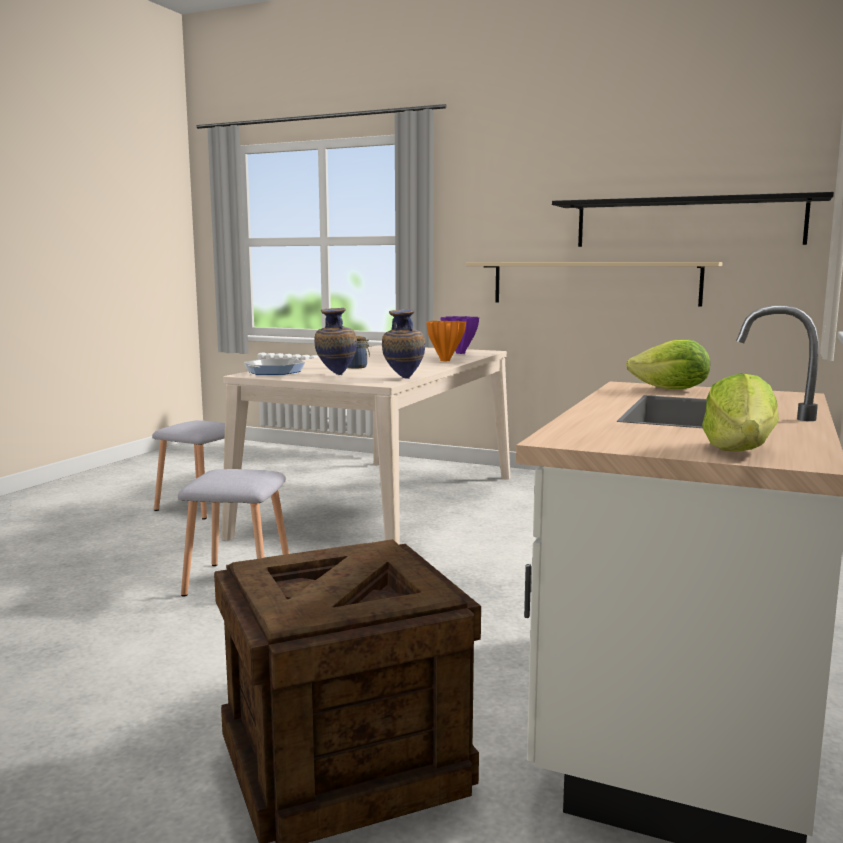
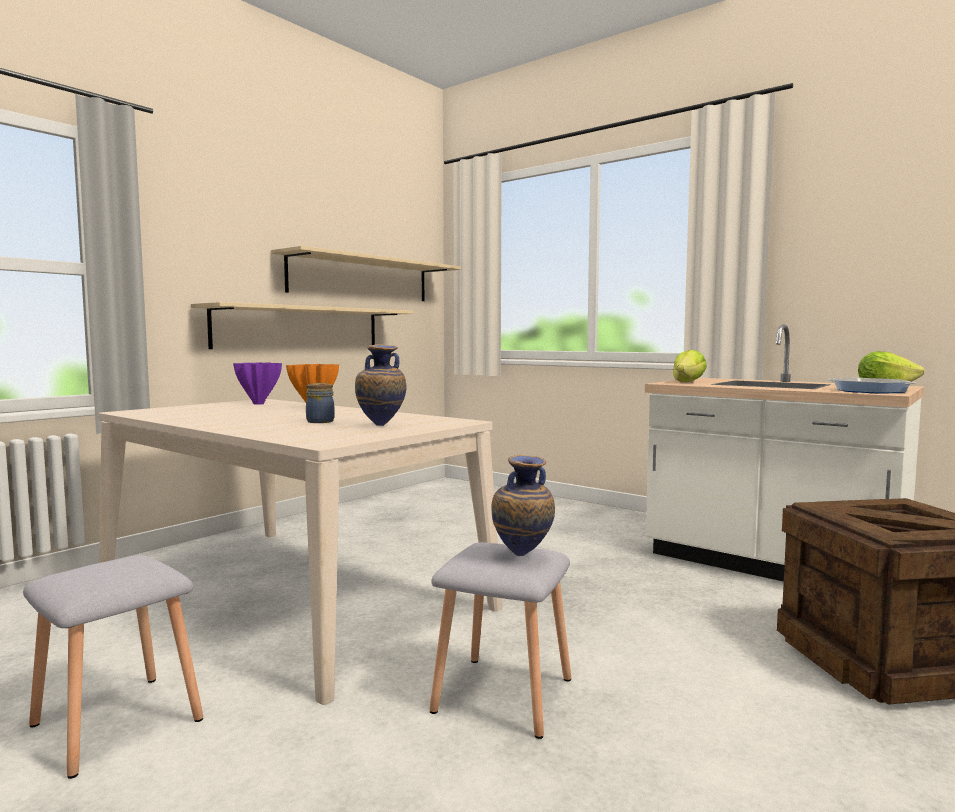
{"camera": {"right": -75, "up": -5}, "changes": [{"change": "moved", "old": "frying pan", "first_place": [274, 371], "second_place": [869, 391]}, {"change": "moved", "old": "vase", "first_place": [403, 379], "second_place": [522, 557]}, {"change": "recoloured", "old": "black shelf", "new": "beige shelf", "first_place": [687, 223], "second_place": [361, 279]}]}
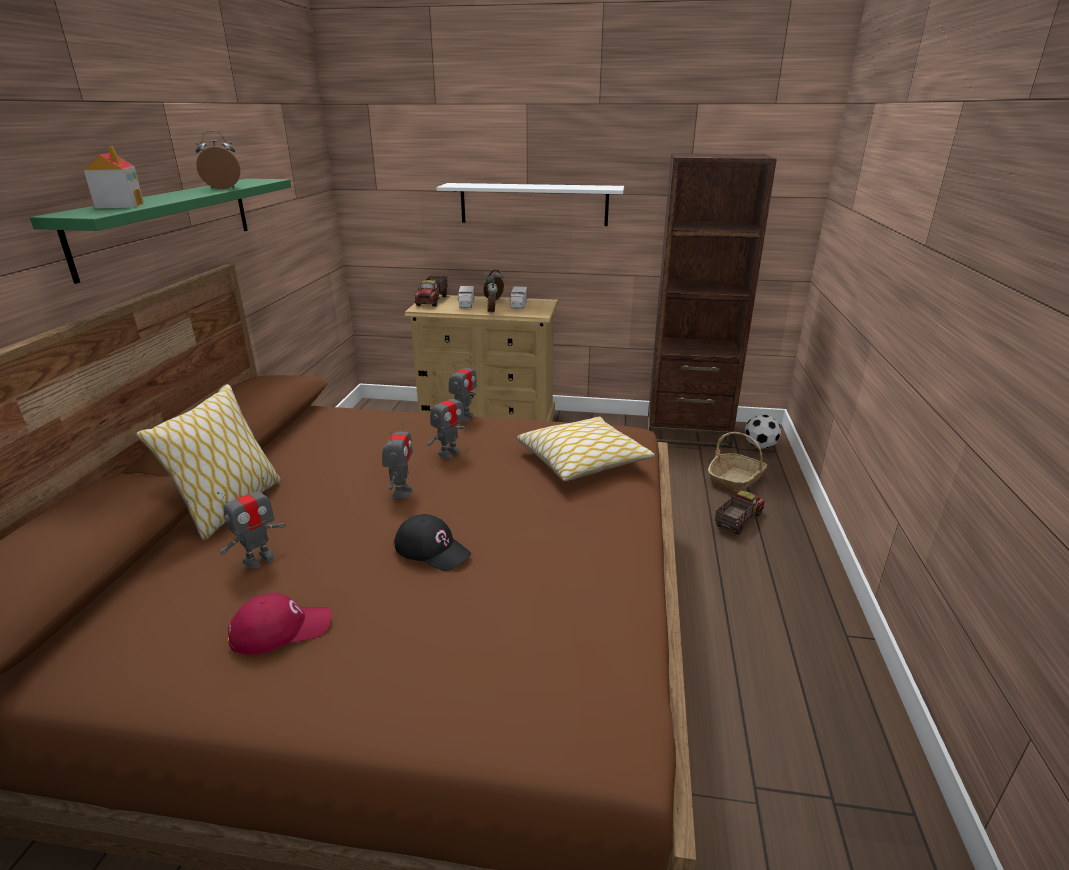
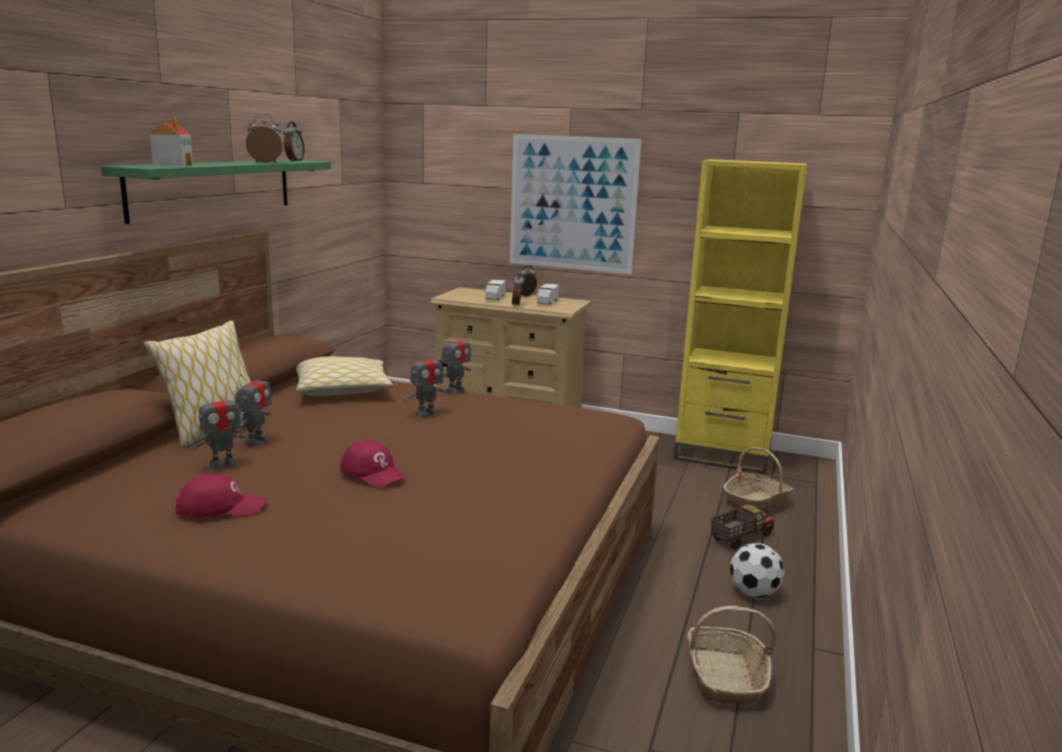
{"camera": {"right": 10, "up": -10}, "changes": [{"change": "removed", "old": "toy truck", "first_place": [433, 301]}, {"change": "added", "new": "alarm clock", "second_place": [294, 161]}, {"change": "added", "new": "basket", "second_place": [725, 677]}, {"change": "moved", "old": "toy robot", "first_place": [401, 492], "second_place": [256, 441]}, {"change": "moved", "old": "pillow", "first_place": [583, 461], "second_place": [343, 390]}, {"change": "moved", "old": "football", "first_place": [760, 446], "second_place": [754, 592]}, {"change": "replaced", "old": "white shelf", "new": "picture", "first_place": [533, 204], "second_place": [572, 203]}, {"change": "recoloured", "old": "black cap", "new": "red cap", "first_place": [432, 549], "second_place": [373, 473]}, {"change": "recoloured", "old": "brown bookcase", "new": "yellow bookcase", "first_place": [687, 432], "second_place": [722, 455]}]}
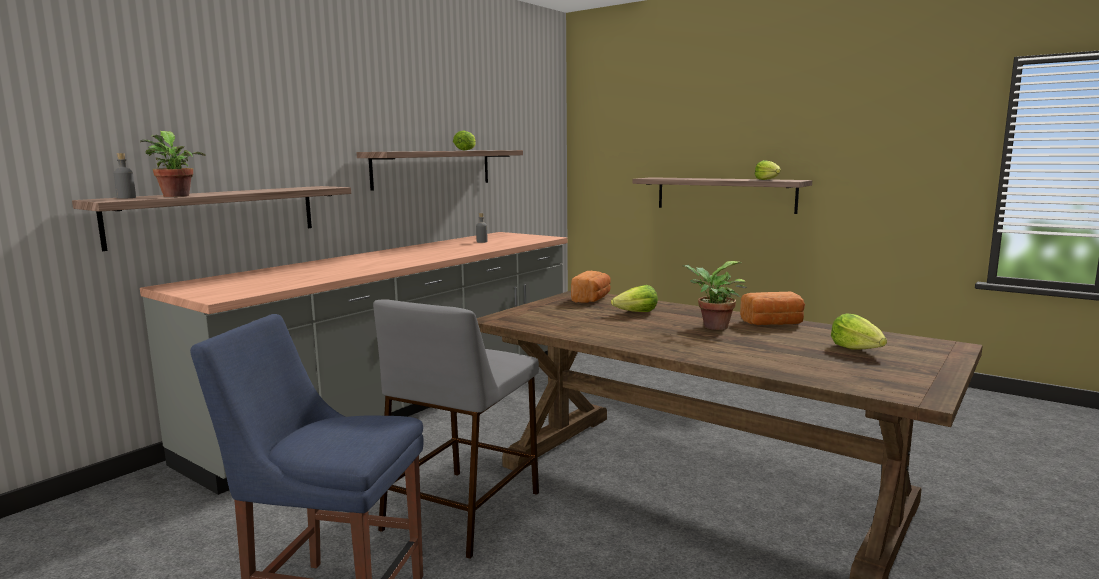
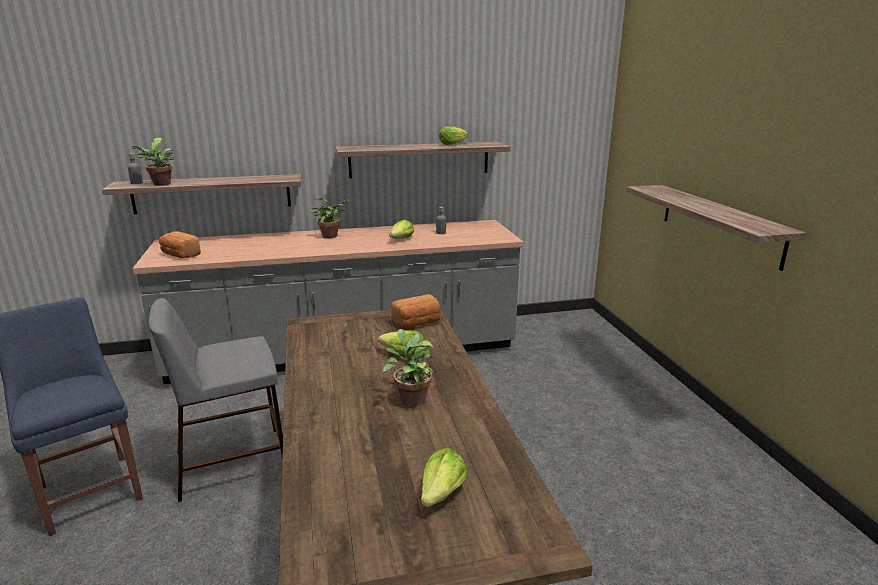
{"camera": {"right": 40, "up": 10}, "changes": [{"change": "added", "new": "potted plant", "second_place": [331, 236]}, {"change": "moved", "old": "bread", "first_place": [773, 324], "second_place": [180, 255]}, {"change": "moved", "old": "lettuce", "first_place": [768, 180], "second_place": [401, 239]}]}
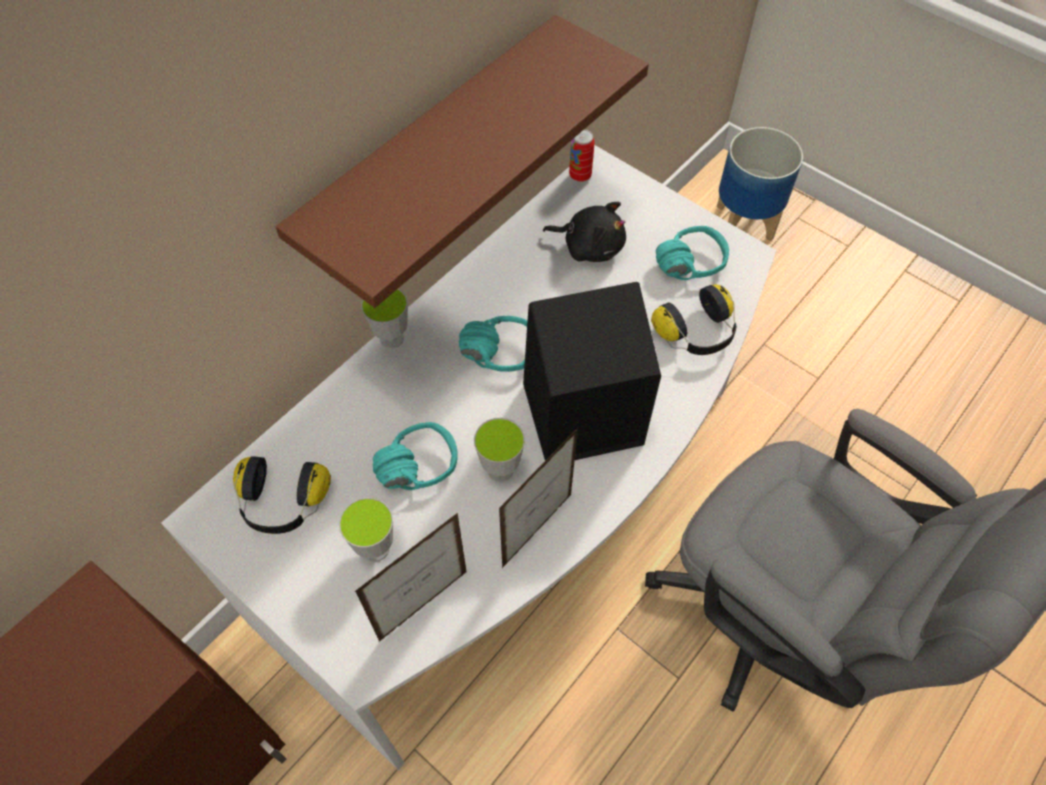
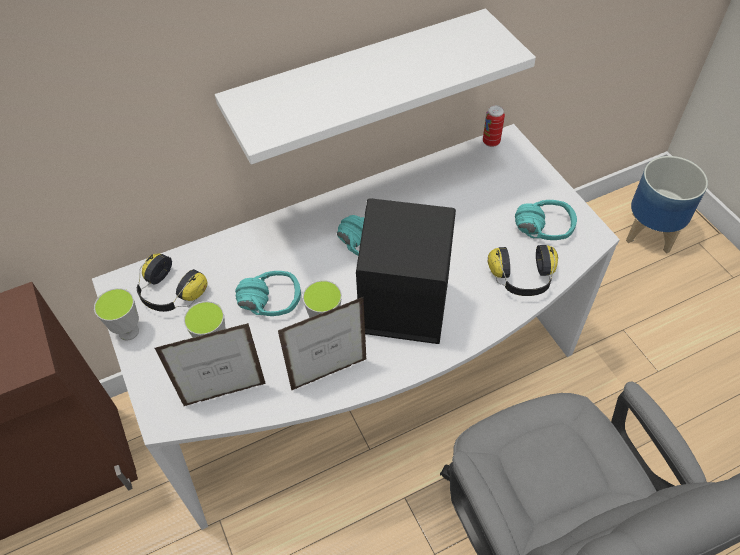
{"camera": {"right": 25, "up": -5}, "changes": [{"change": "removed", "old": "black plush toy", "first_place": [589, 246]}, {"change": "moved", "old": "cup", "first_place": [391, 339], "second_place": [128, 331]}, {"change": "recoloured", "old": "brown shelf", "new": "white shelf", "first_place": [432, 151], "second_place": [358, 81]}]}
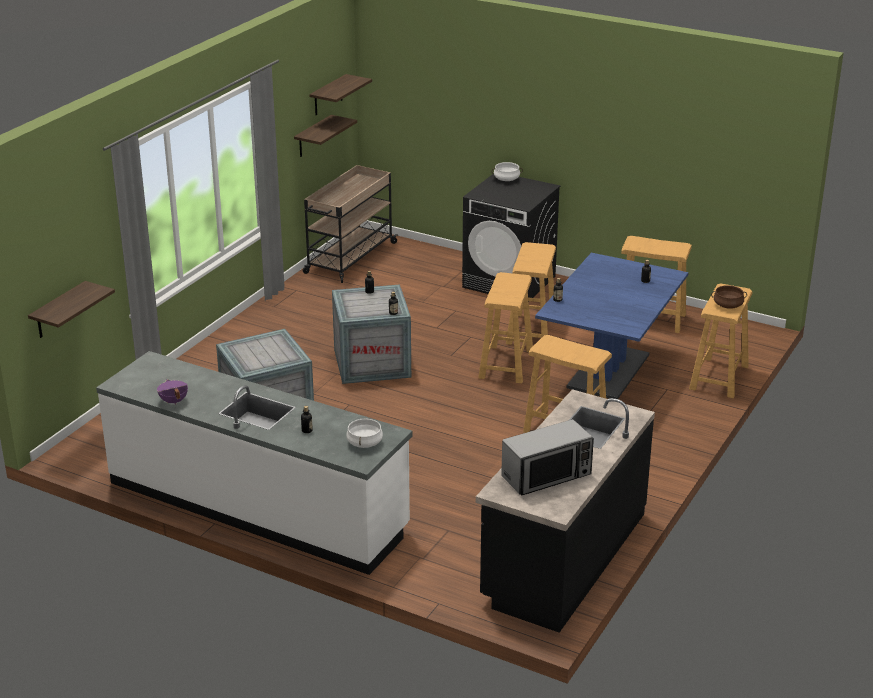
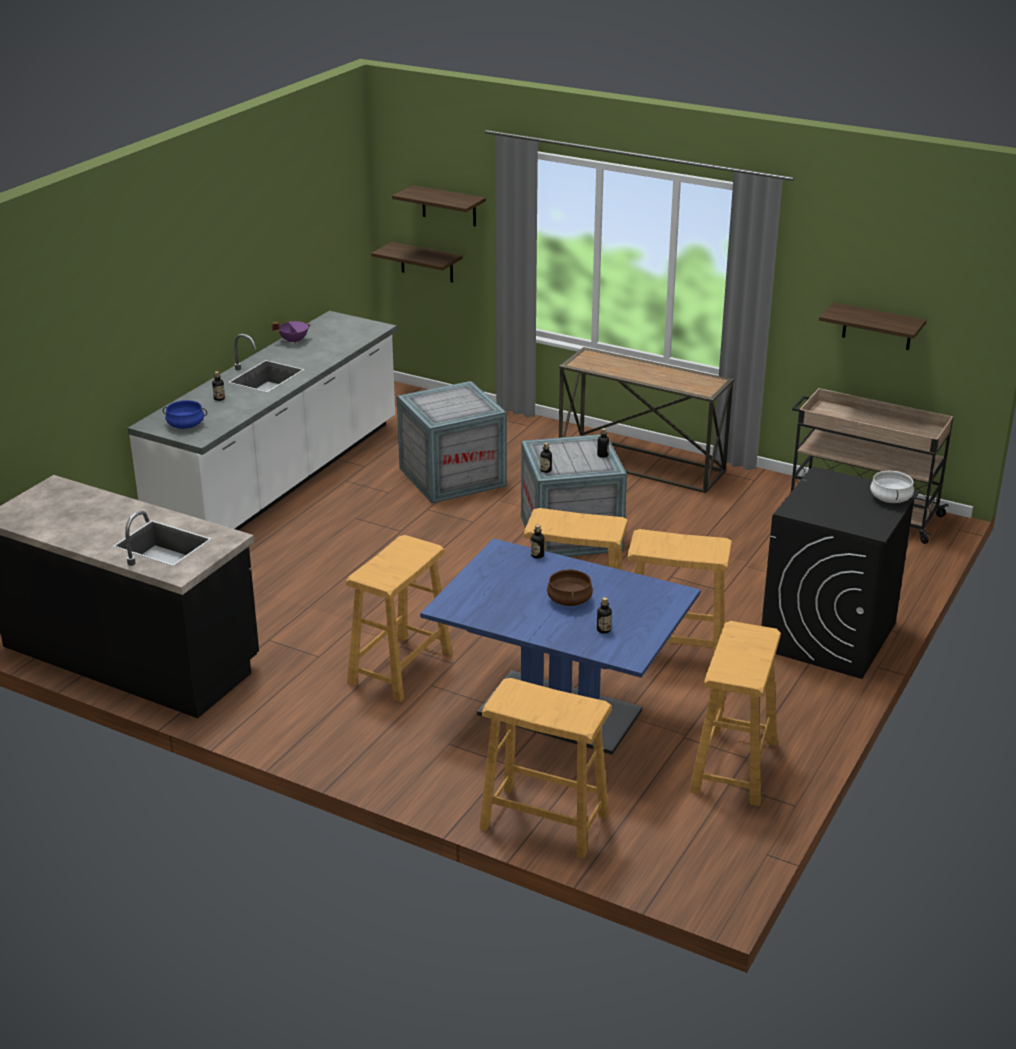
{"camera": {"right": 90, "up": 0}, "changes": [{"change": "removed", "old": "microwave", "first_place": [547, 476]}, {"change": "added", "new": "console table", "second_place": [642, 463]}, {"change": "moved", "old": "shelf", "first_place": [328, 95], "second_place": [449, 206]}, {"change": "moved", "old": "brown cooking pot", "first_place": [728, 305], "second_place": [570, 600]}, {"change": "recoloured", "old": "white cooking pot", "new": "blue cooking pot", "first_place": [364, 443], "second_place": [186, 425]}]}
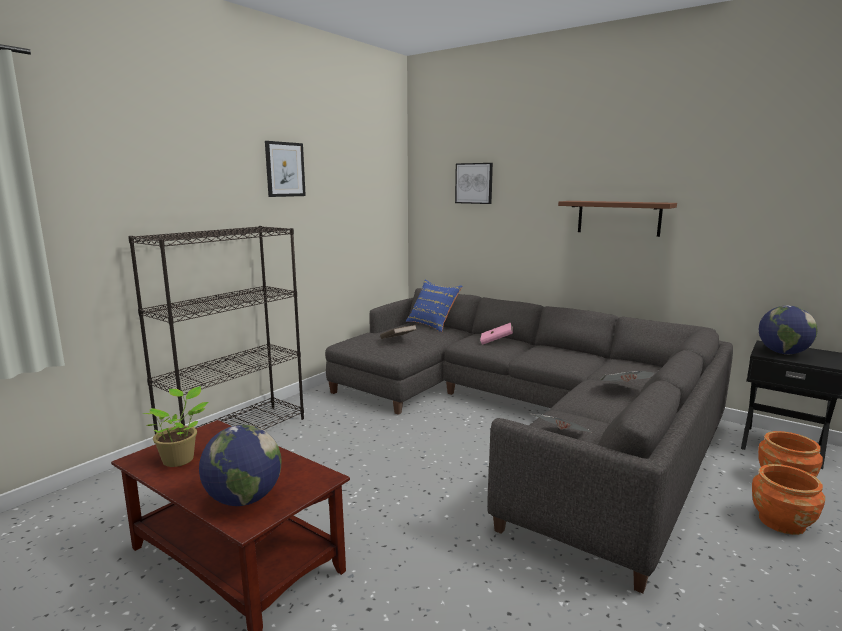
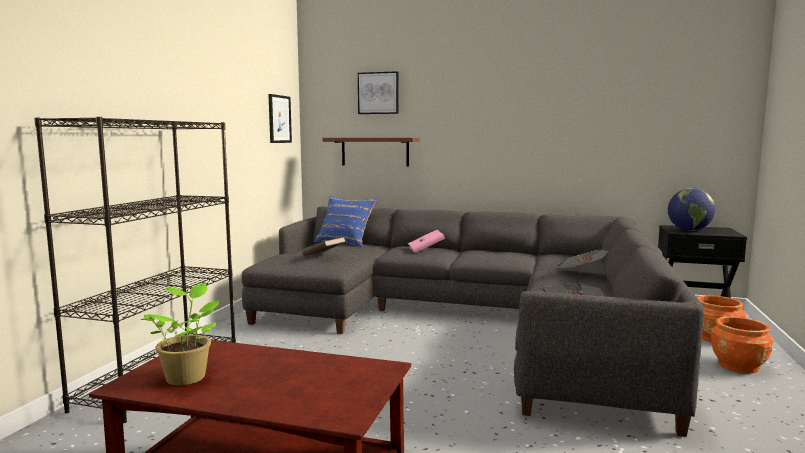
{"camera": {"right": -20, "up": -5}, "changes": [{"change": "removed", "old": "globe", "first_place": [244, 499]}, {"change": "moved", "old": "picture", "first_place": [285, 169], "second_place": [279, 119]}, {"change": "moved", "old": "brown shelf", "first_place": [618, 218], "second_place": [375, 151]}]}
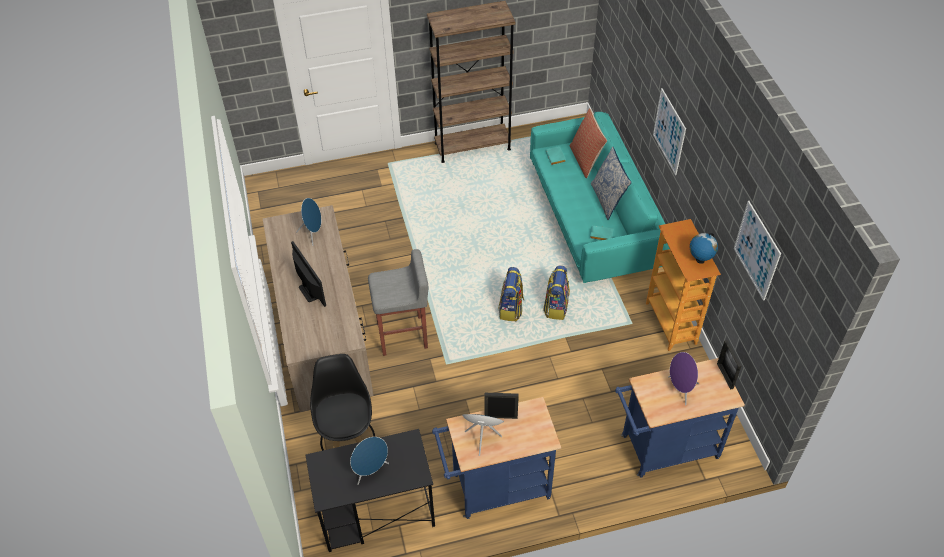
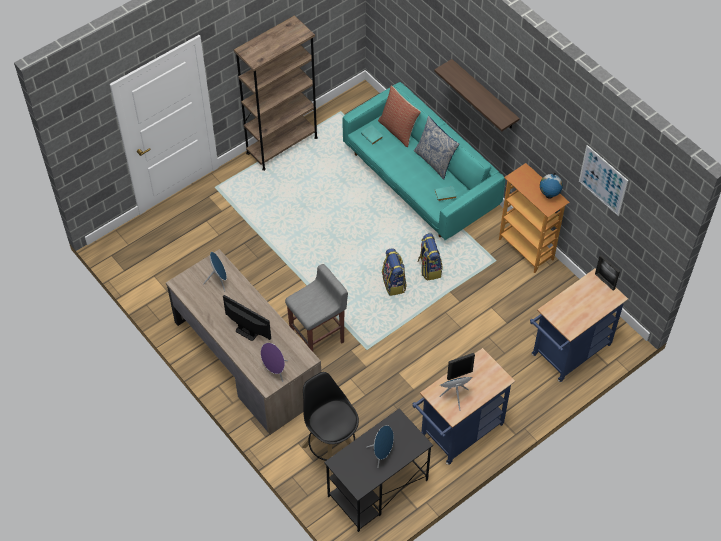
{"camera": {"right": -25, "up": 5}, "changes": [{"change": "moved", "old": "purple speaker", "first_place": [680, 390], "second_place": [275, 370]}, {"change": "replaced", "old": "picture", "new": "shelf", "first_place": [669, 131], "second_place": [484, 95]}]}
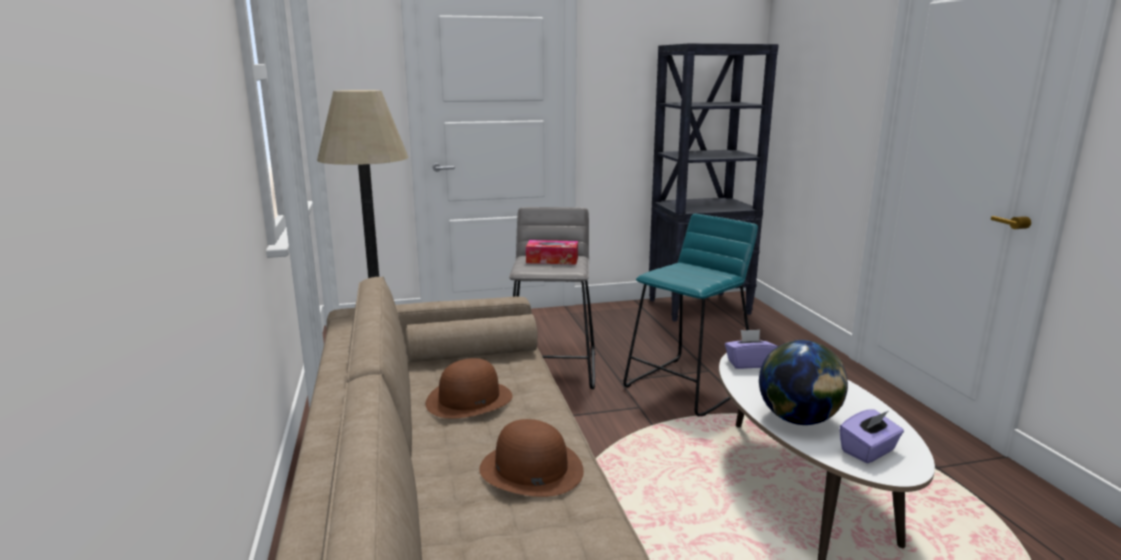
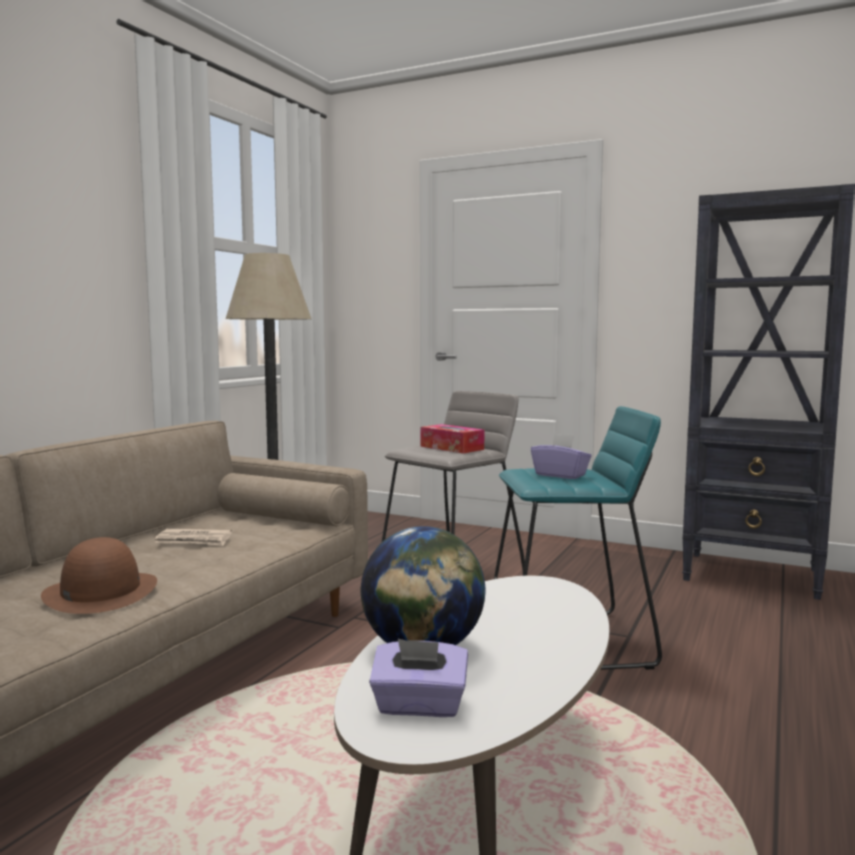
{"camera": {"right": 40, "up": -10}, "changes": [{"change": "moved", "old": "purple tissue box", "first_place": [748, 363], "second_place": [560, 475]}, {"change": "replaced", "old": "brown hat", "new": "newspaper", "first_place": [469, 399], "second_place": [194, 540]}]}
